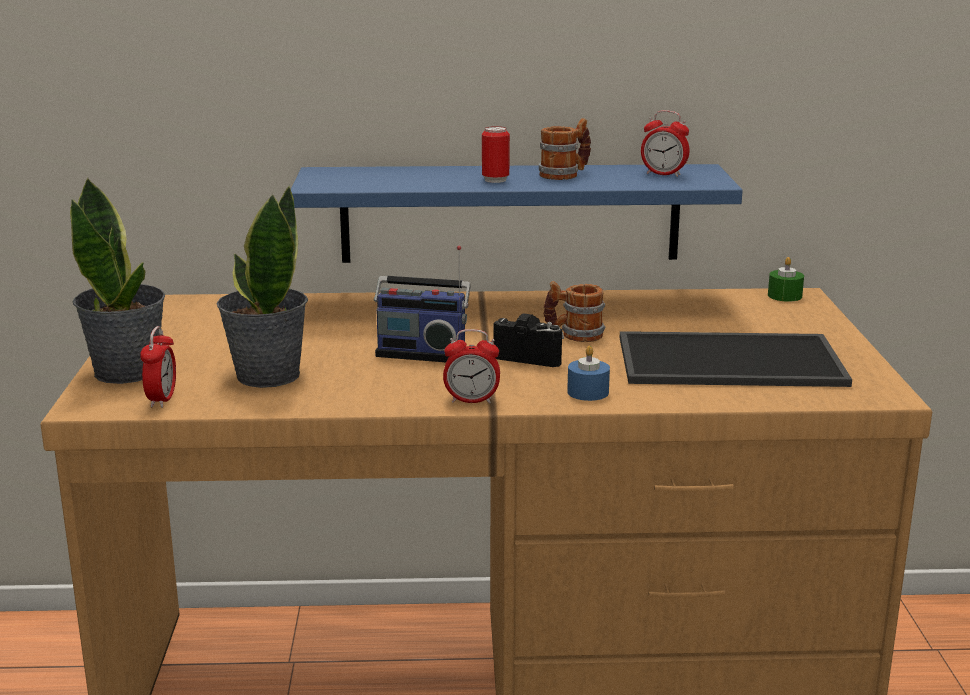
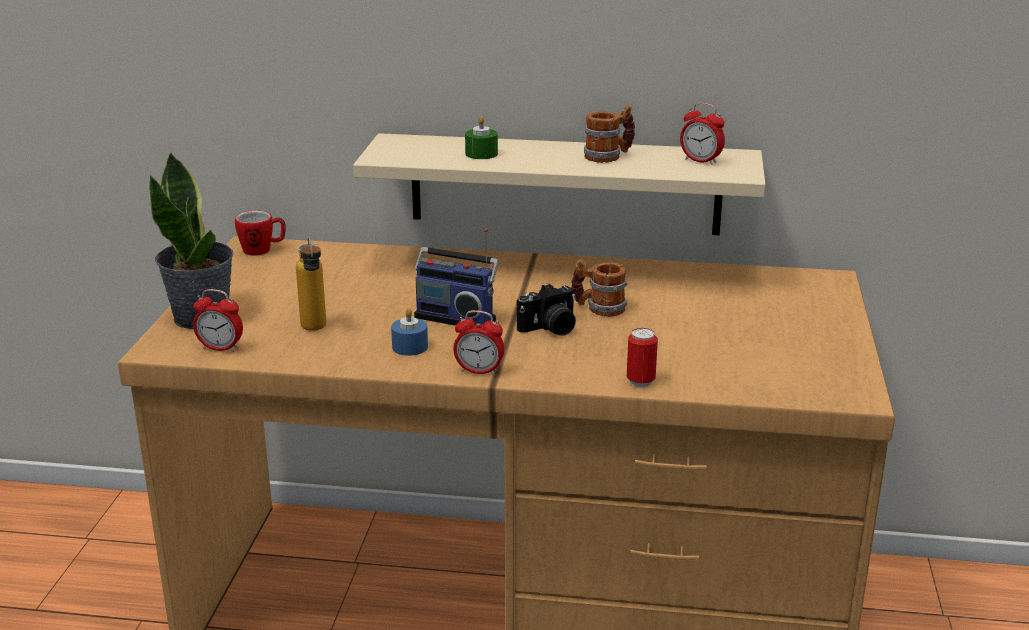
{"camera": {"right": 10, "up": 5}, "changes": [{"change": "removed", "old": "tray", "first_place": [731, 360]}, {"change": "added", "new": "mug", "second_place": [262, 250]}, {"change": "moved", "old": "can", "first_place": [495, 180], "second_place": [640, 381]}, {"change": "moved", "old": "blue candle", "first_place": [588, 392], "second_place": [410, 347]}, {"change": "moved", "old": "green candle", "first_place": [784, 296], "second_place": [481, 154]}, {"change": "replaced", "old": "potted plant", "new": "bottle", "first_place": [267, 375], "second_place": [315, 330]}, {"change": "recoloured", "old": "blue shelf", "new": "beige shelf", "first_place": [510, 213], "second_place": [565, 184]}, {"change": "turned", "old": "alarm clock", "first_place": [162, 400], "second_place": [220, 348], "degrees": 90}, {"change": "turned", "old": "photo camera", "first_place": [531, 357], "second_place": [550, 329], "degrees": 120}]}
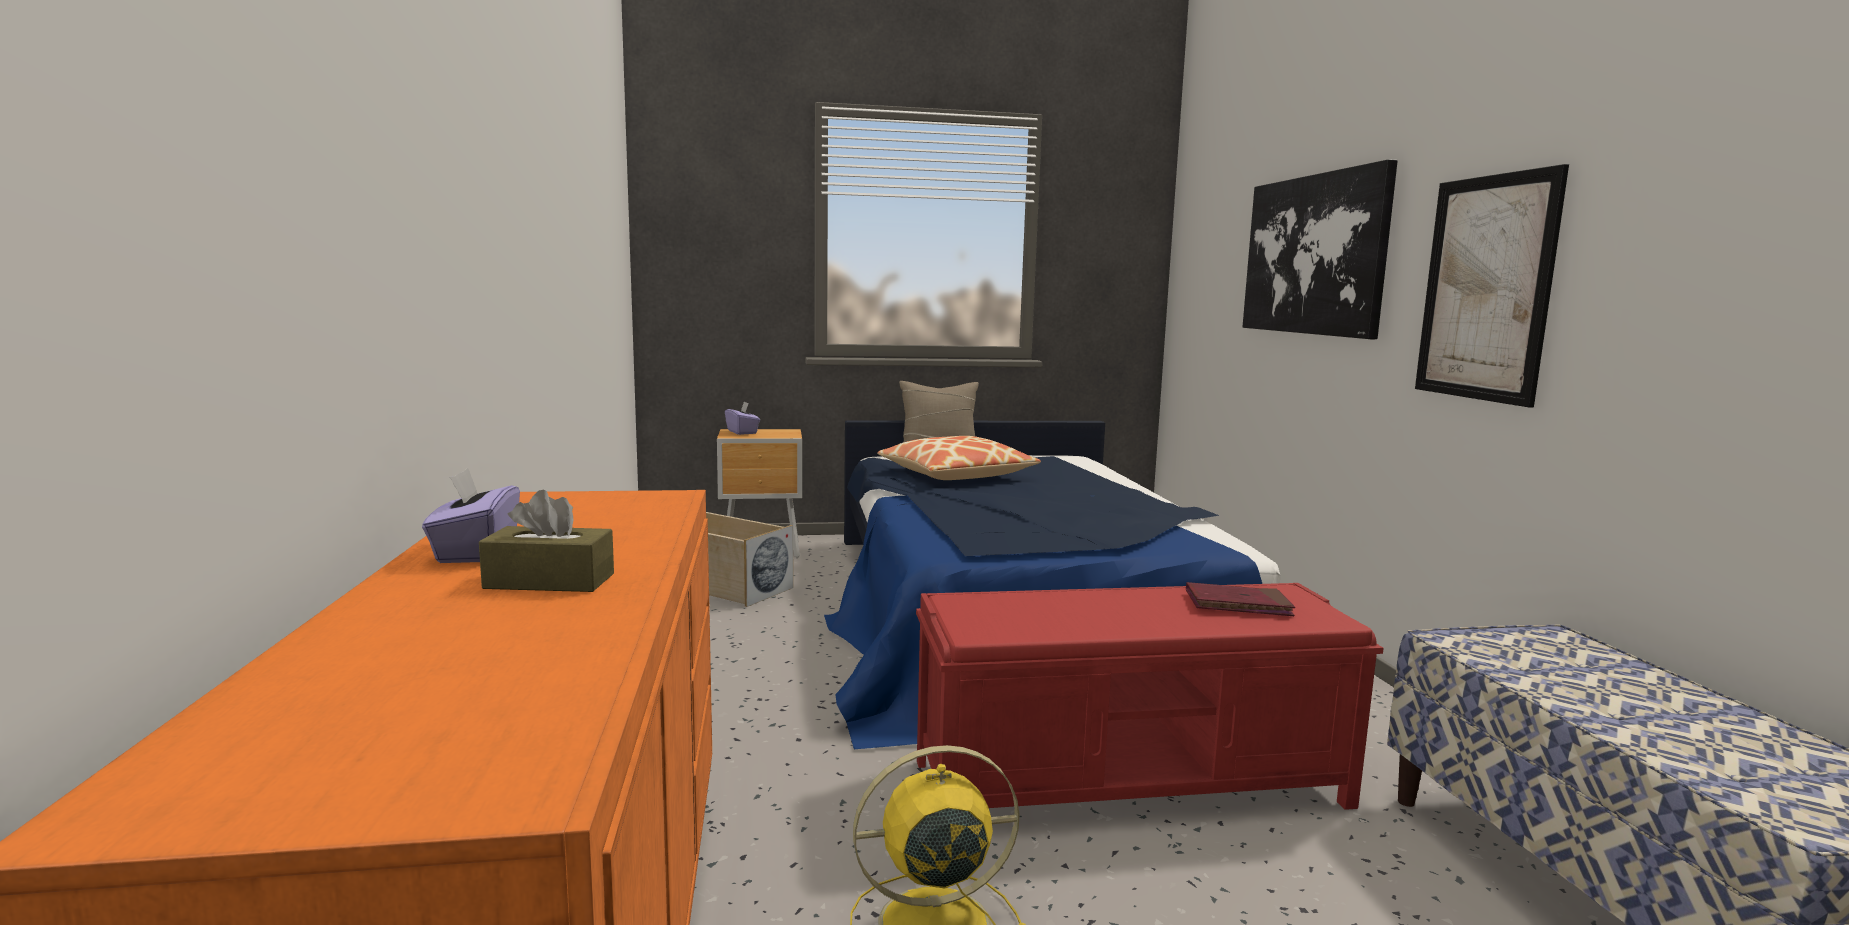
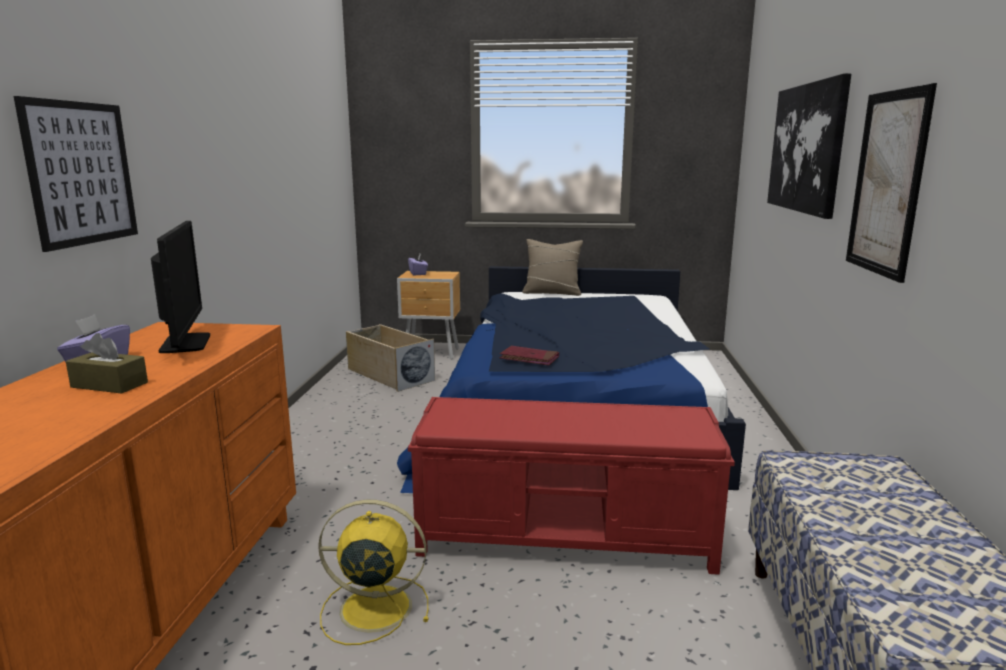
{"camera": {"right": 15, "up": 5}, "changes": [{"change": "removed", "old": "pillow", "first_place": [956, 475]}, {"change": "added", "new": "picture", "second_place": [81, 173]}, {"change": "added", "new": "monitor", "second_place": [185, 343]}, {"change": "moved", "old": "red book", "first_place": [1237, 605], "second_place": [529, 358]}]}
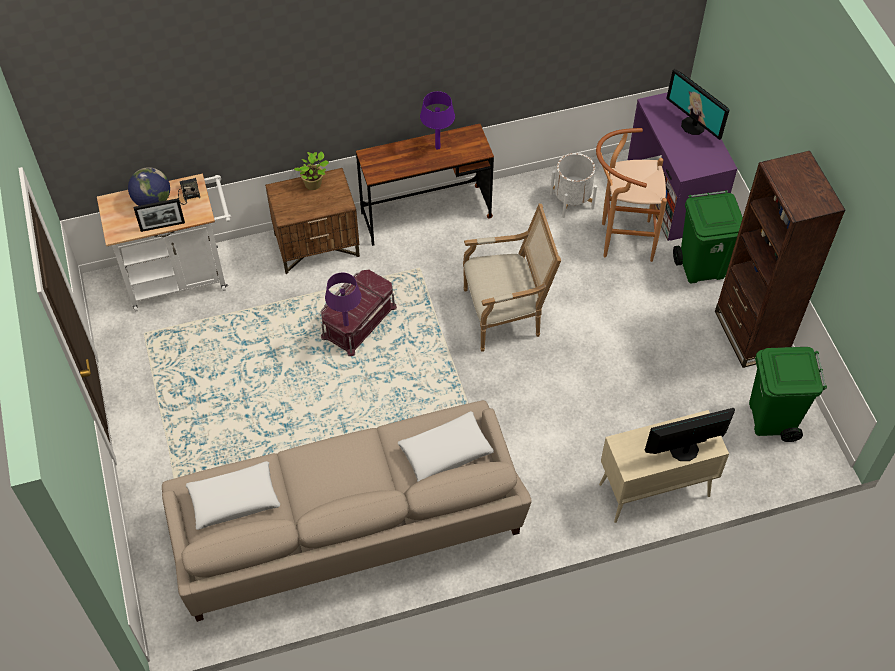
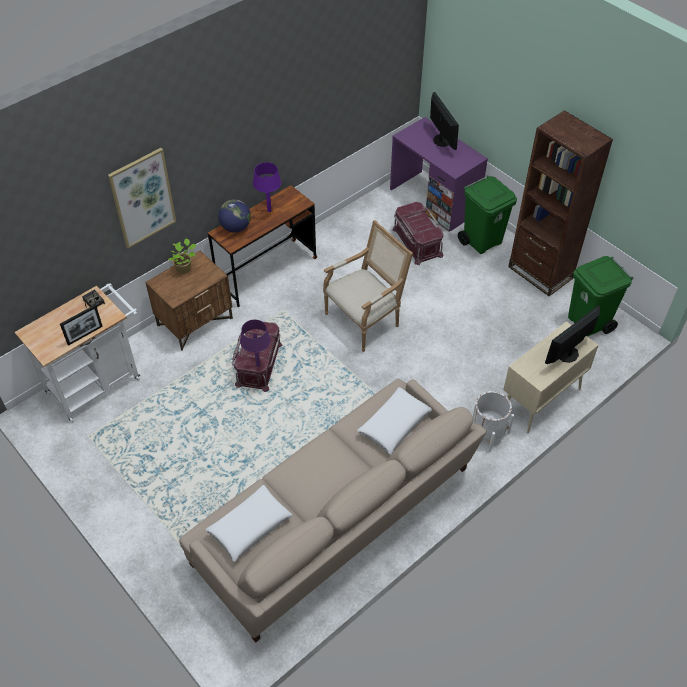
{"camera": {"right": -25, "up": -5}, "changes": [{"change": "added", "new": "picture", "second_place": [142, 198]}, {"change": "moved", "old": "globe", "first_place": [152, 201], "second_place": [236, 228]}, {"change": "moved", "old": "white planter", "first_place": [571, 201], "second_place": [487, 433]}, {"change": "replaced", "old": "brown stool", "new": "red storage box", "first_place": [620, 240], "second_place": [416, 242]}, {"change": "turned", "old": "monitor", "first_place": [693, 125], "second_place": [441, 140], "degrees": -135}]}
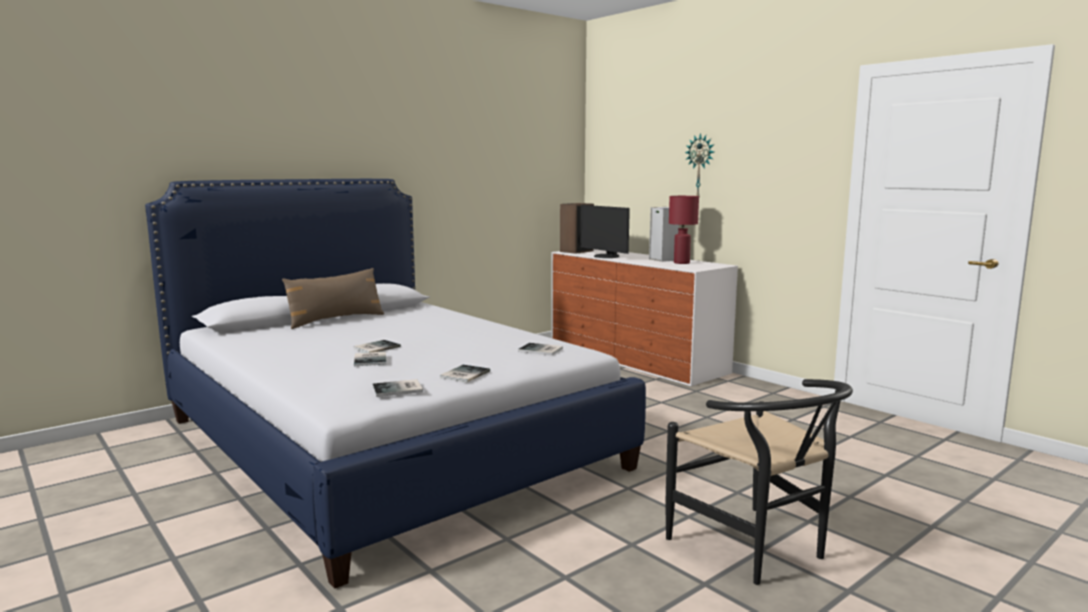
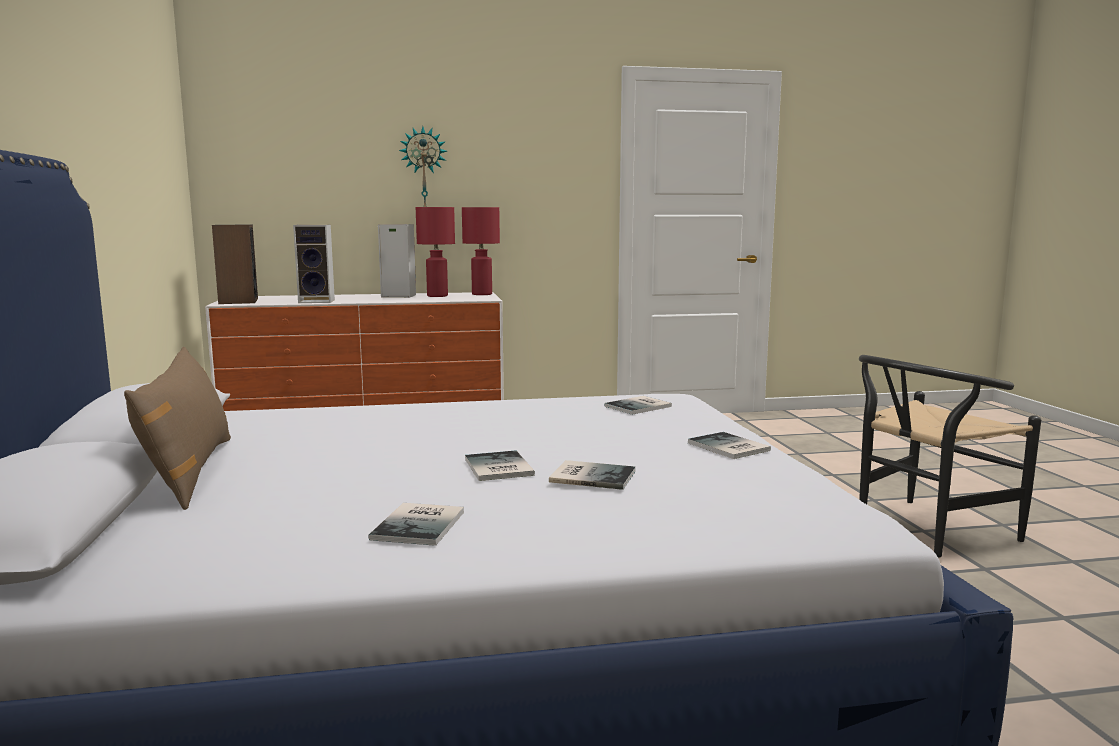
{"camera": {"right": -60, "up": 0}, "changes": [{"change": "added", "new": "red table lamp", "second_place": [481, 294]}, {"change": "moved", "old": "book", "first_place": [399, 389], "second_place": [422, 525]}, {"change": "replaced", "old": "monitor", "new": "speaker", "first_place": [605, 256], "second_place": [318, 301]}, {"change": "turned", "old": "black chair", "first_place": [757, 550], "second_place": [923, 532], "degrees": 150}]}
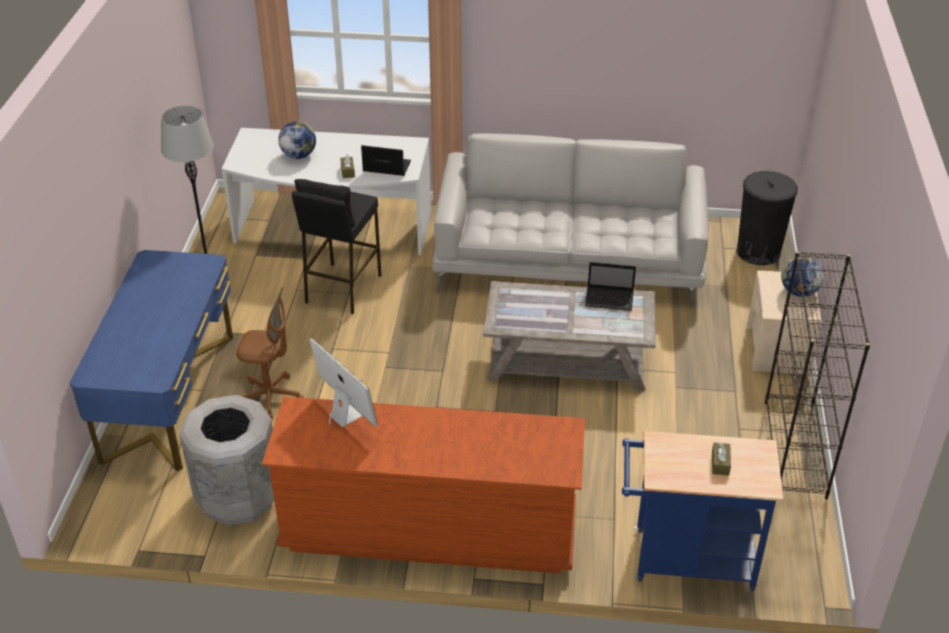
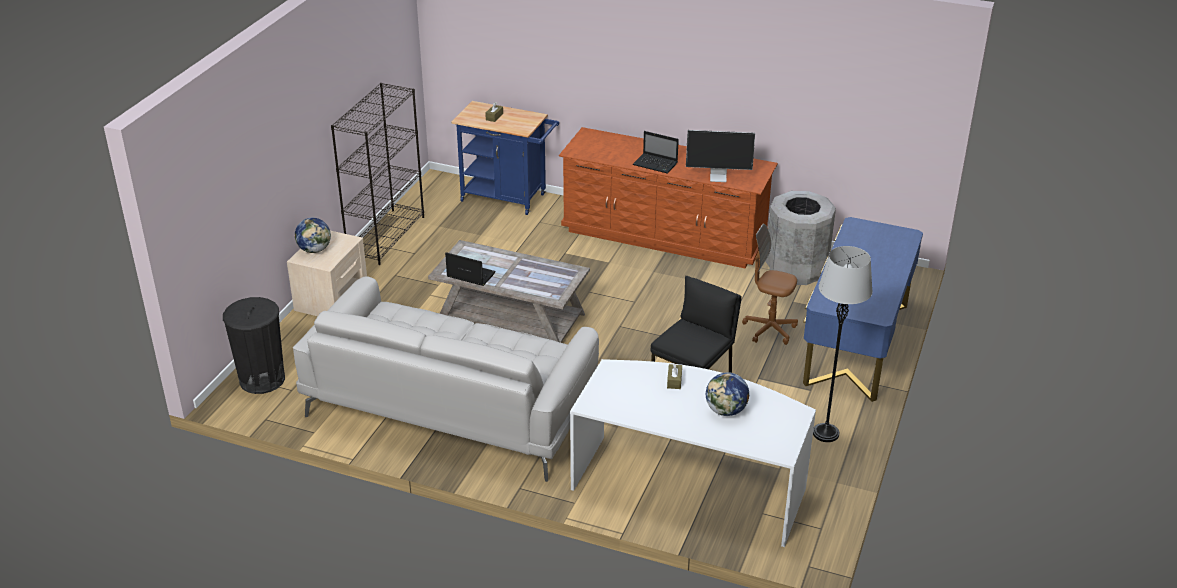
{"camera": {"right": -165, "up": -5}, "changes": [{"change": "moved", "old": "laptop", "first_place": [385, 167], "second_place": [656, 164]}, {"change": "turned", "old": "monitor", "first_place": [344, 415], "second_place": [719, 177], "degrees": -60}]}
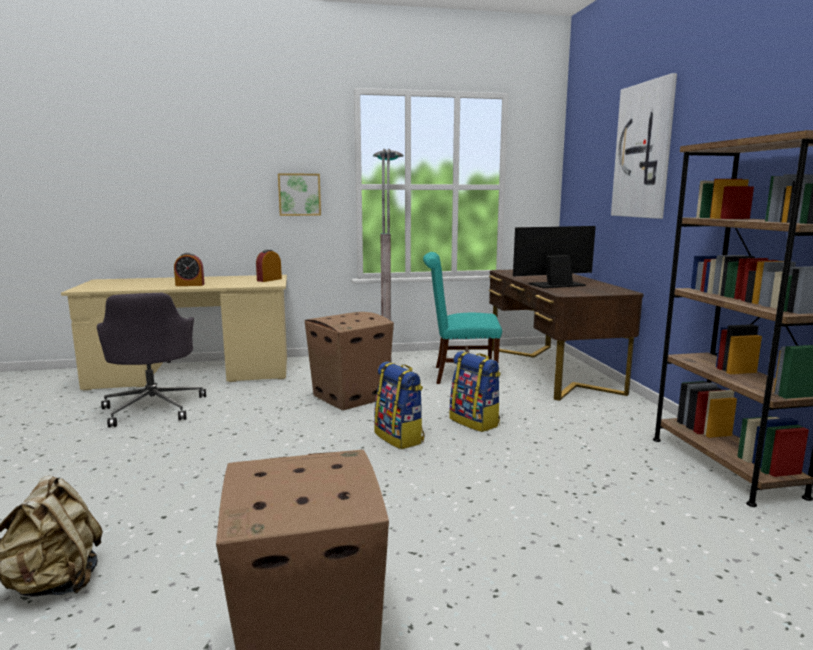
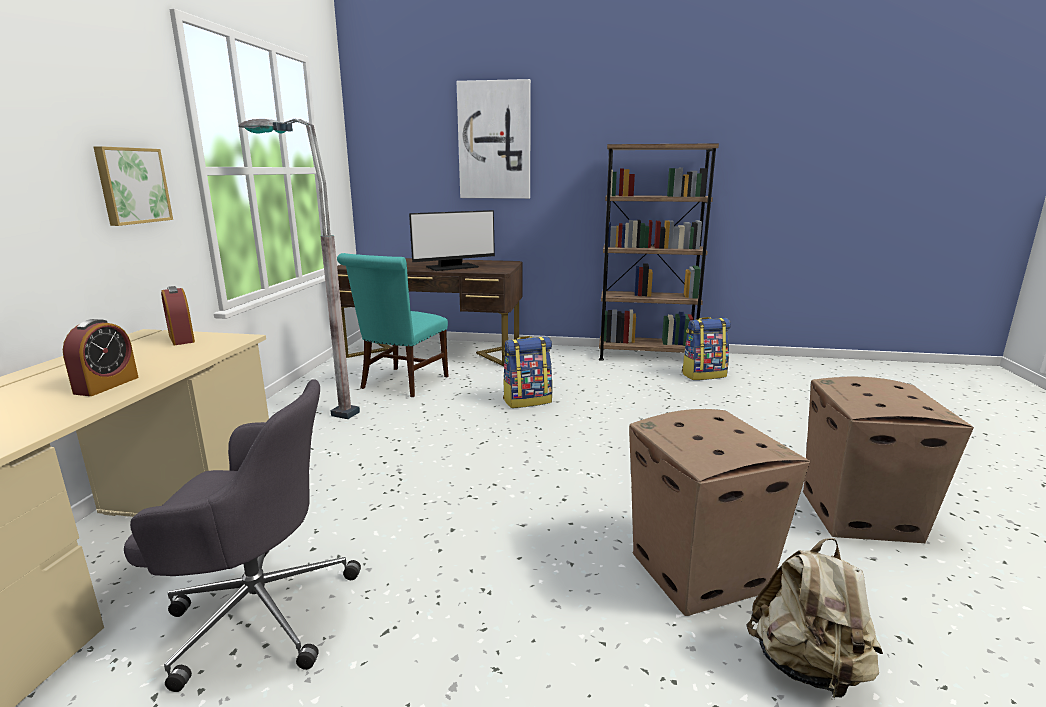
{"camera": {"right": -70, "up": 5}, "changes": [{"change": "moved", "old": "cardboard box", "first_place": [349, 397], "second_place": [699, 572]}, {"change": "moved", "old": "backpack", "first_place": [400, 438], "second_place": [703, 375]}, {"change": "turned", "old": "monitor", "first_place": [556, 284], "second_place": [452, 267], "degrees": -120}]}
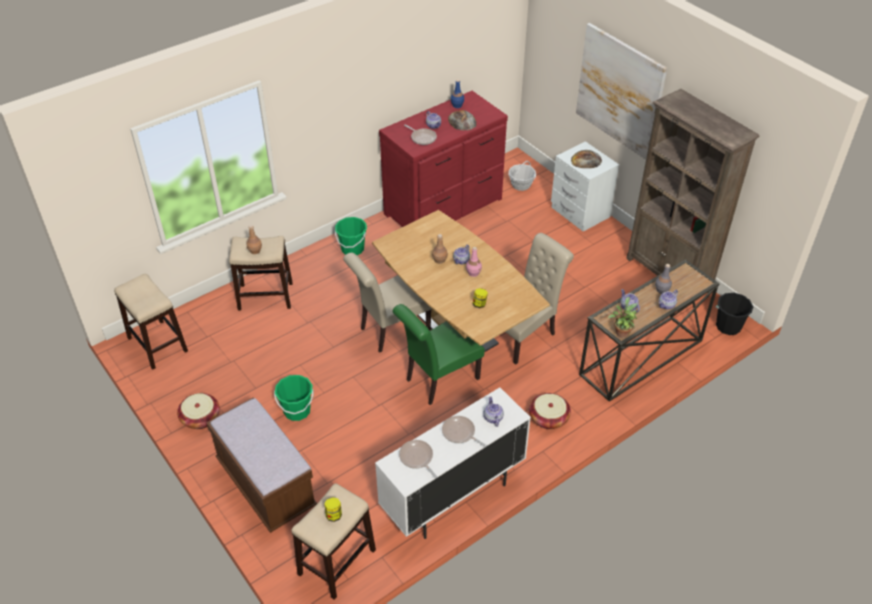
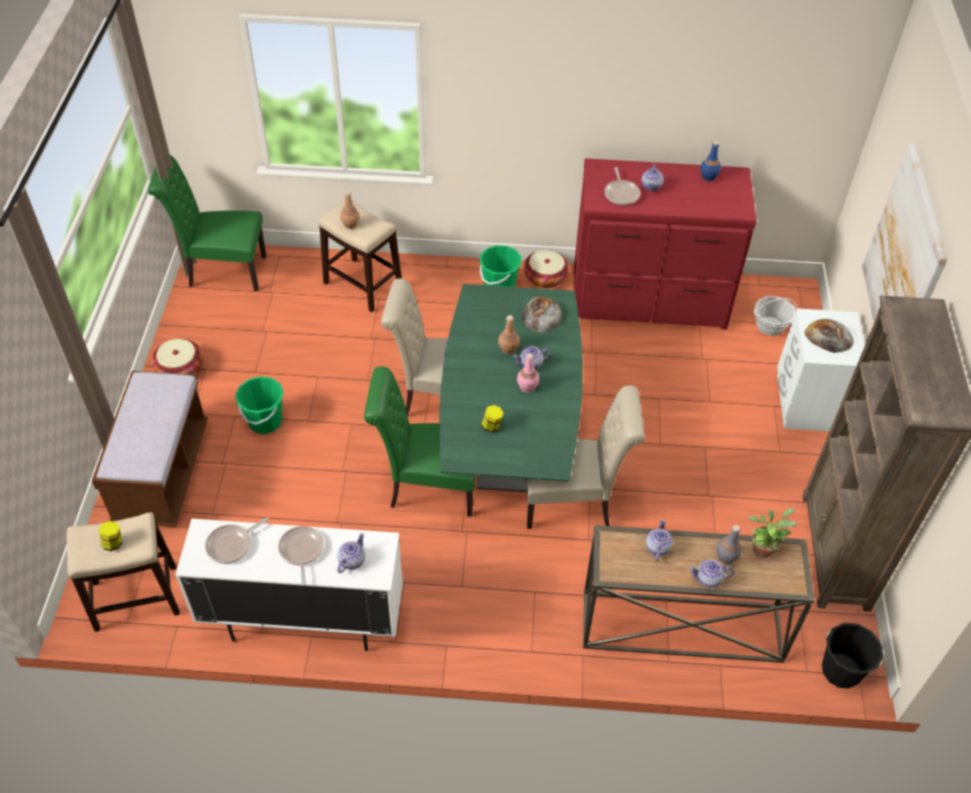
{"camera": {"right": 40, "up": 5}, "changes": [{"change": "moved", "old": "bread", "first_place": [462, 121], "second_place": [541, 315]}, {"change": "moved", "old": "basket", "first_place": [548, 418], "second_place": [545, 277]}, {"change": "moved", "old": "potted plant", "first_place": [621, 332], "second_place": [763, 548]}, {"change": "replaced", "old": "stool", "new": "green chair", "first_place": [157, 344], "second_place": [222, 271]}, {"change": "recoloured", "old": "brown dining table", "new": "green dining table", "first_place": [456, 329], "second_place": [508, 445]}, {"change": "turned", "old": "frying pan", "first_place": [417, 458], "second_place": [232, 545], "degrees": -135}]}
